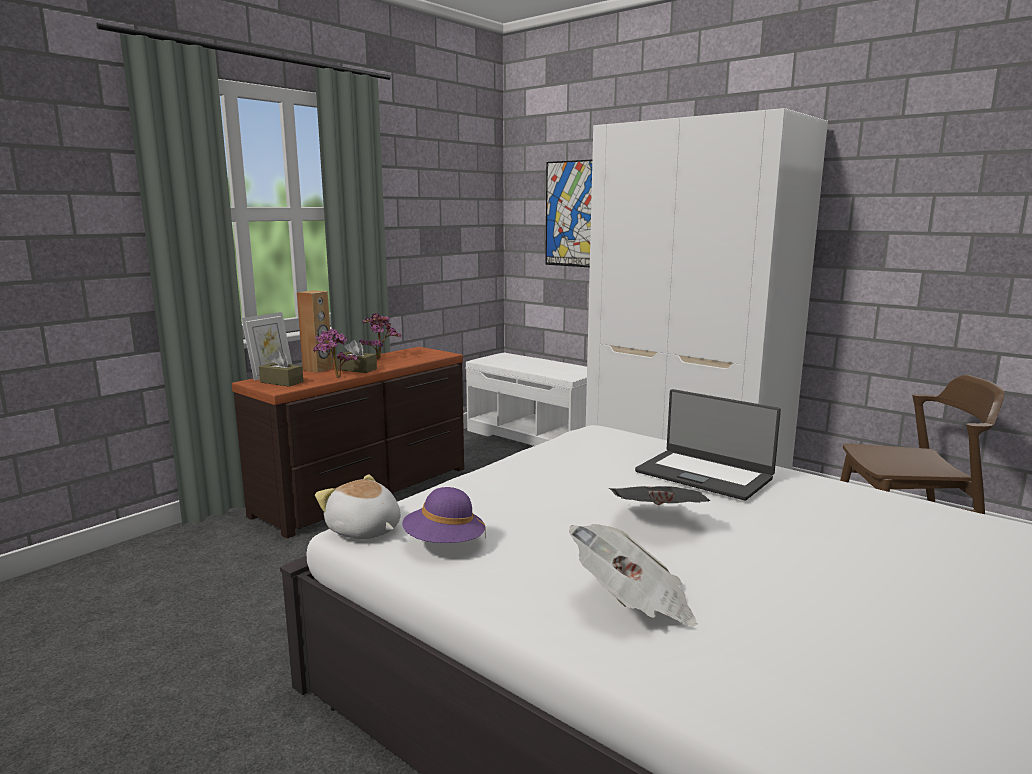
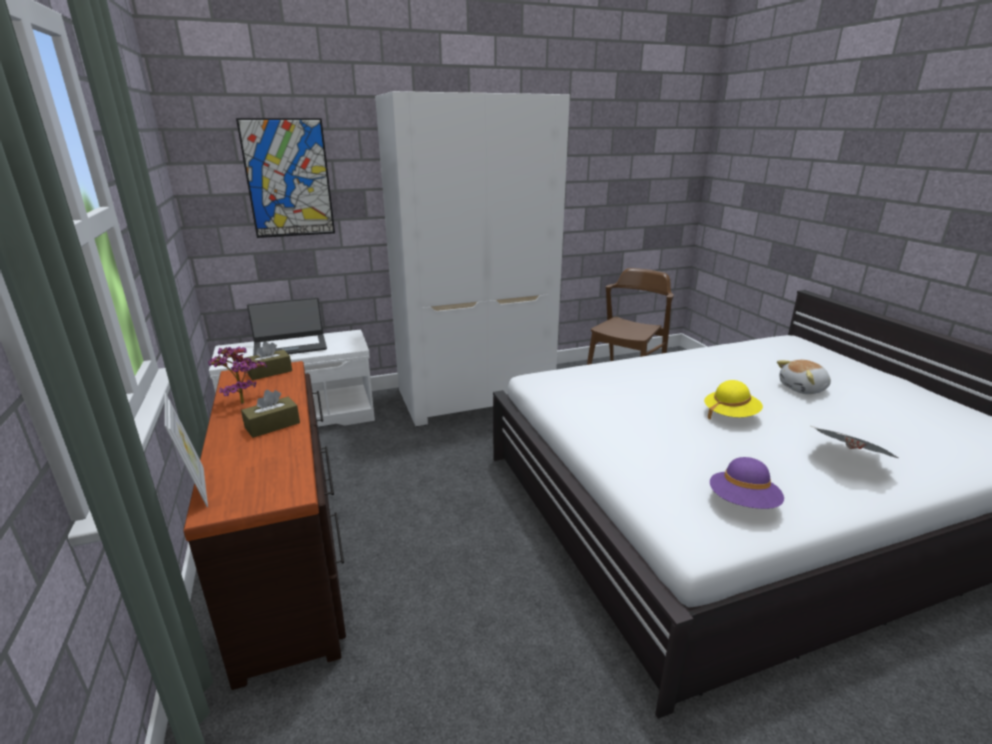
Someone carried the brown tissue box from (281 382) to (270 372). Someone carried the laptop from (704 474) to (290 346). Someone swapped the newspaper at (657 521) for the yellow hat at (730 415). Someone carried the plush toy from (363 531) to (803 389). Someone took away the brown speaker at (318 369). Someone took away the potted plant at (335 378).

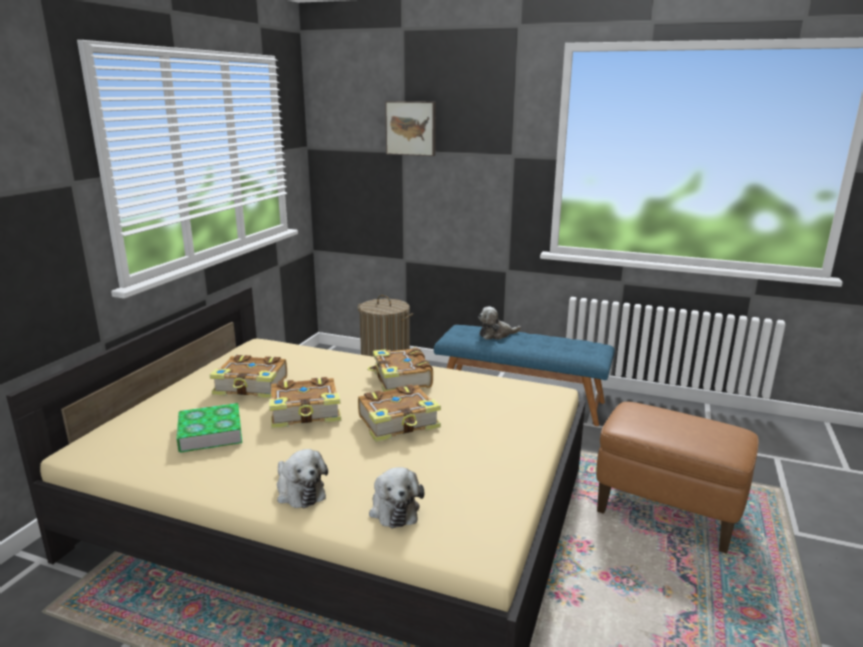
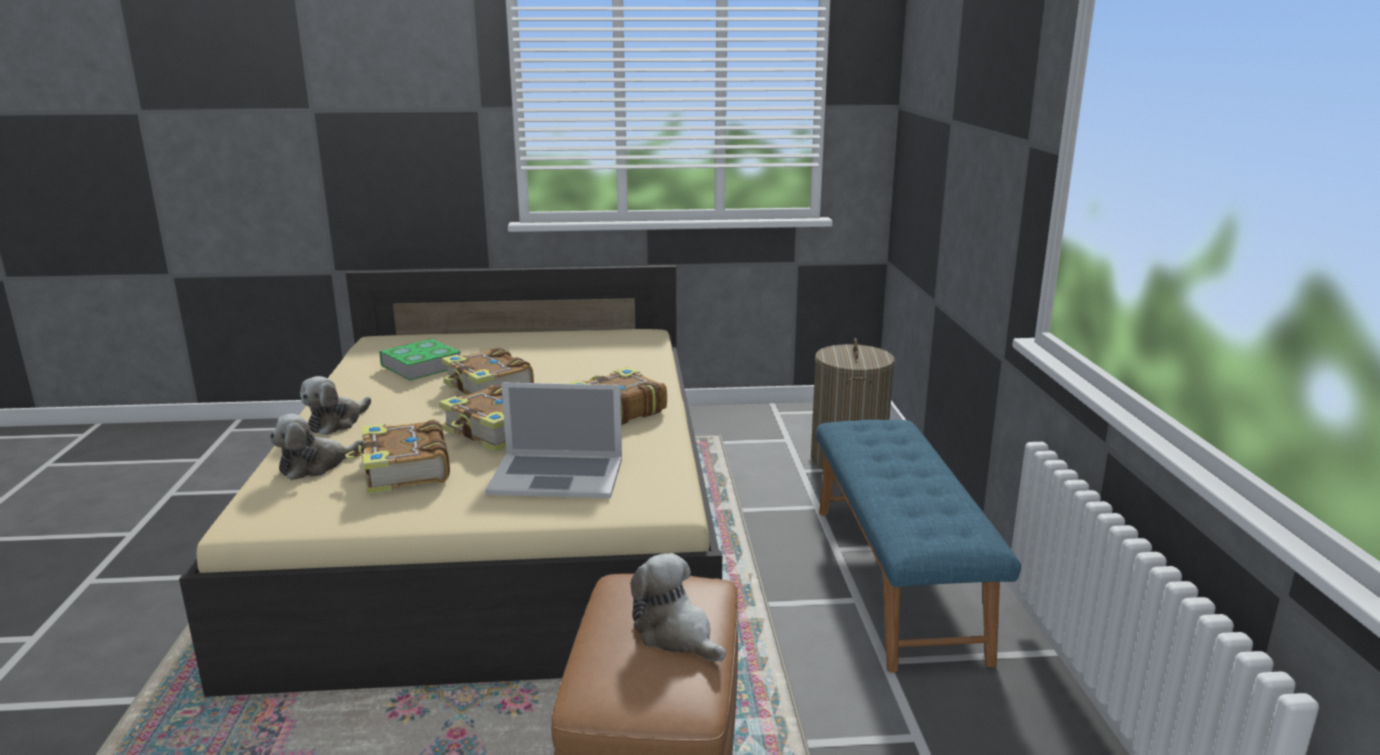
Someone carried the book from (252 387) to (404 471). Someone put down the laptop at (557 475). Someone carried the plush toy from (496 335) to (676 634). Someone took away the picture at (411 128).

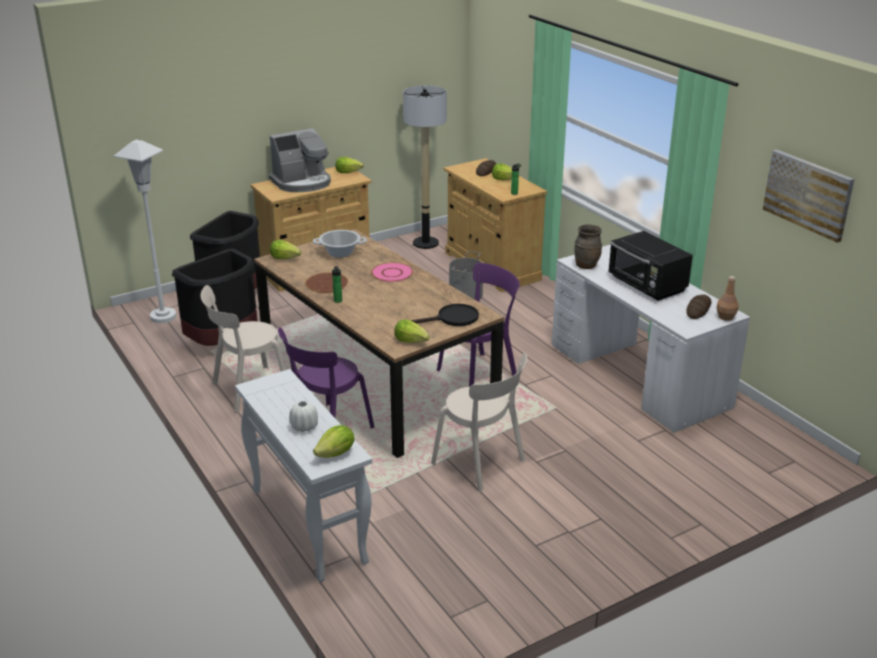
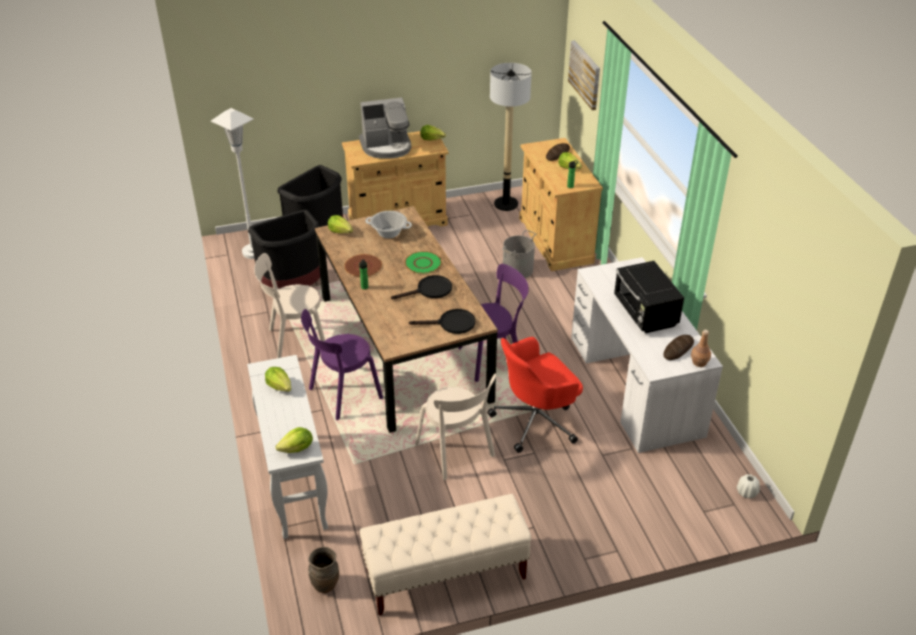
Someone carried the lettuce from (411 341) to (280 386). Someone carried the brown vase from (586 266) to (325 584). Someone put down the beige bench at (445 575). Someone put down the black frying pan at (430 290). Someone repainted the pink plate at (392 273), which became the green plate at (423 263). Someone put down the red office chair at (536 421). Someone carried the picture from (808 194) to (585 74). Someone carried the white vase from (304 427) to (746 492).

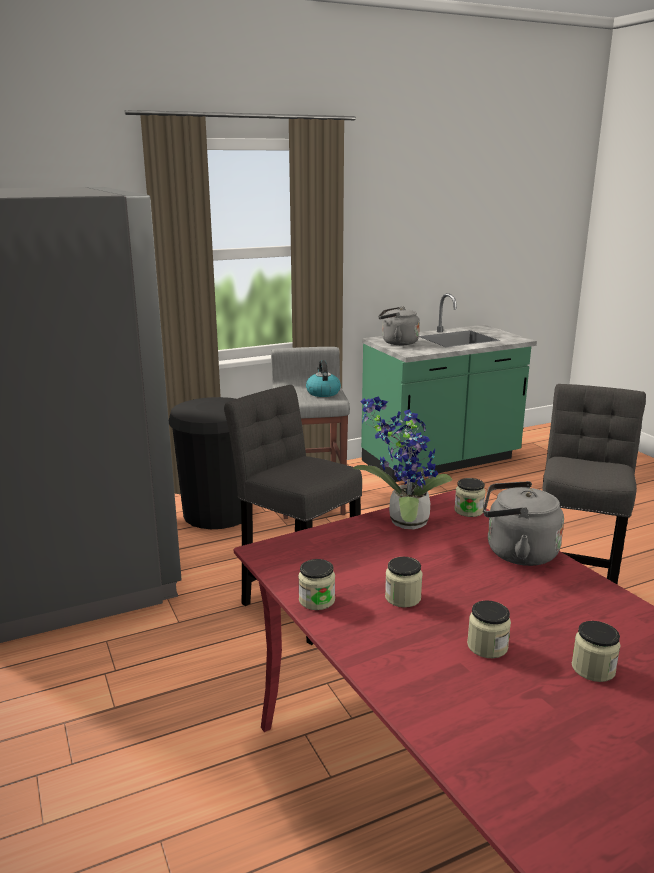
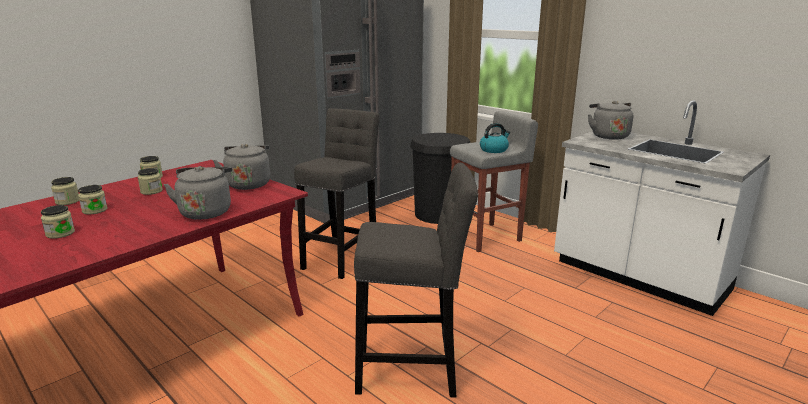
Someone carried the jar from (468 511) to (67 201). Someone swapped the potted plant at (403 522) for the grey kettle at (248 184). Someone repainted the green counter at (441 462), which became the white counter at (638 277).

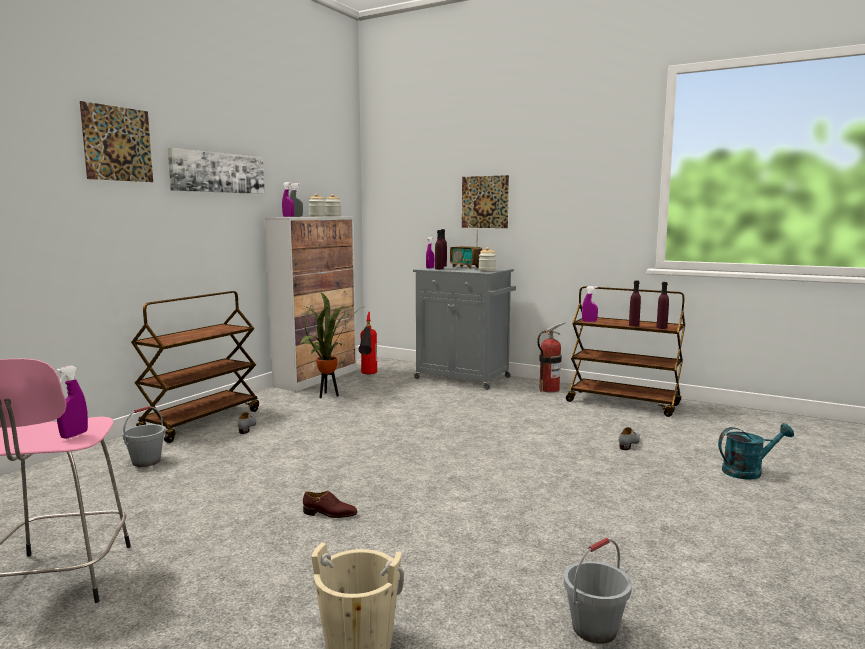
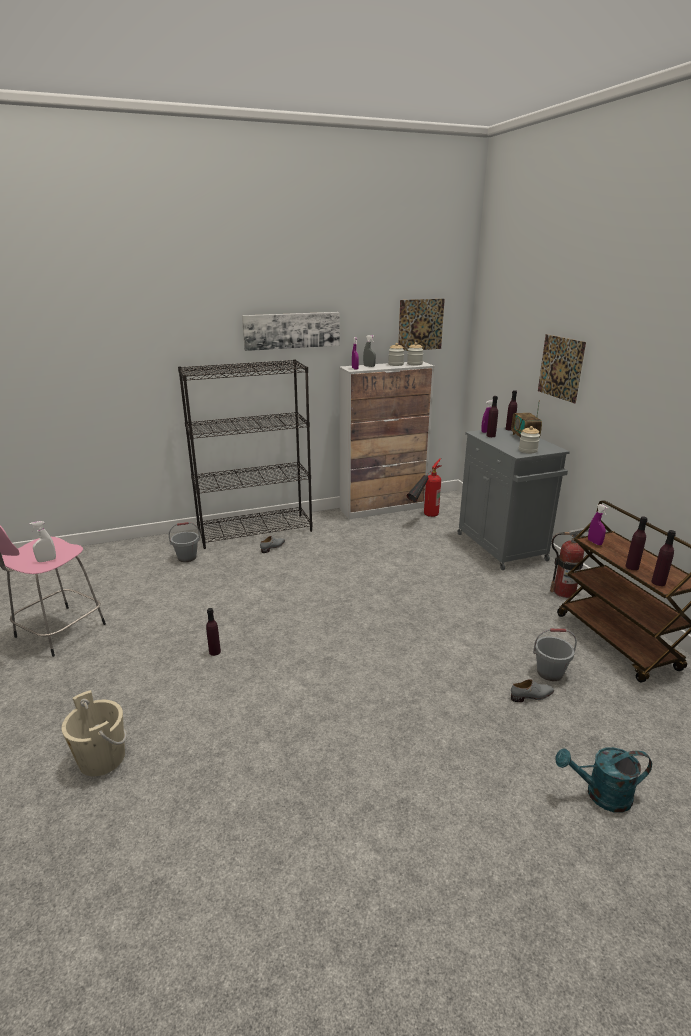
Someone repainted the purple spray bottle at (74 435), which became the white spray bottle at (46 560). Someone swapped the brown cart at (201 421) for the black bookcase at (255 530). Someone swapped the brown shoe at (330 514) for the purple bottle at (214 652). Someone carried the picture from (118 144) to (421 325). Someone carried the grey bucket from (595 629) to (549 673). Someone rotated the turquoise watering can at (748 471) by 150 degrees clockwise. Someone took away the potted plant at (328 395).

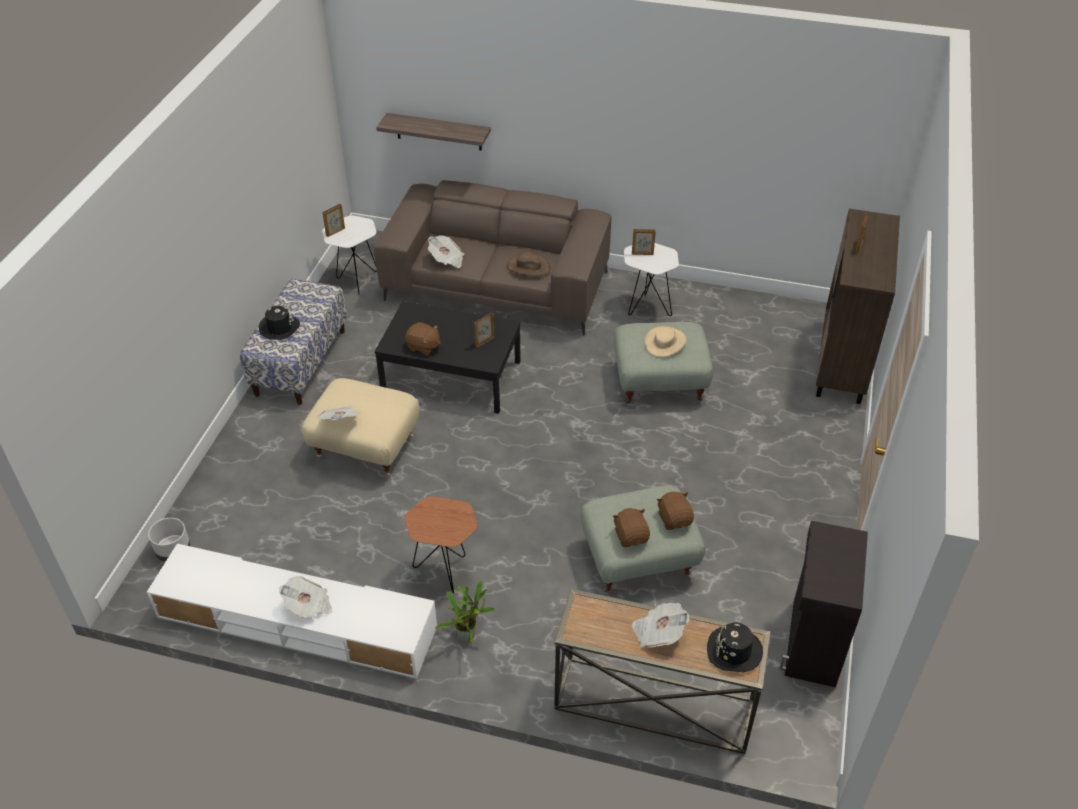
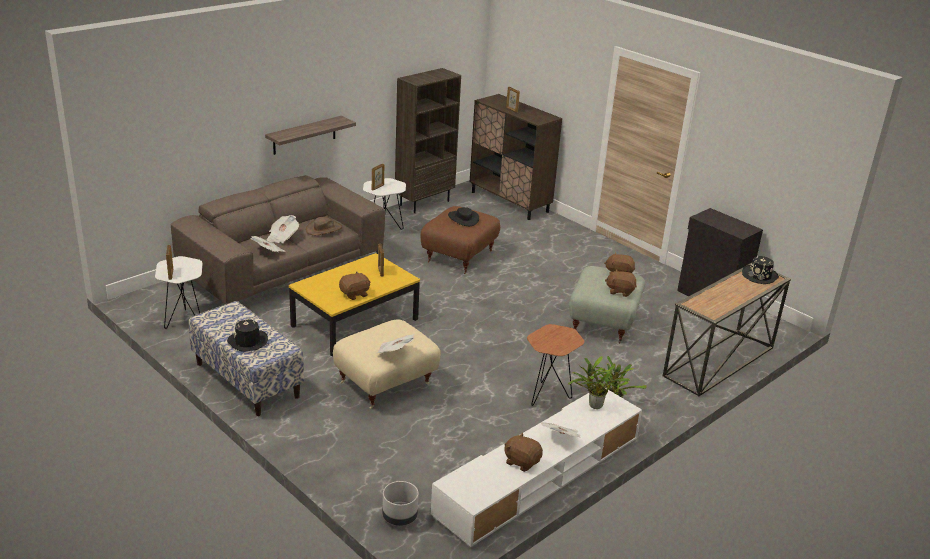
Someone carried the shelf from (438 132) to (304 135). Someone carried the newspaper from (658 633) to (282 237). Someone repainted the black coffee table at (451 376), which became the yellow coffee table at (355 322). Someone put down the brown bookcase at (424 203). Someone repainted the grey ottoman at (660 382), which became the brown ottoman at (459 256). Someone repainted the beige hat at (665 342), which became the black hat at (463 218). Someone put down the brown plush toy at (522 462). Someone put down the potted plant at (593 405).

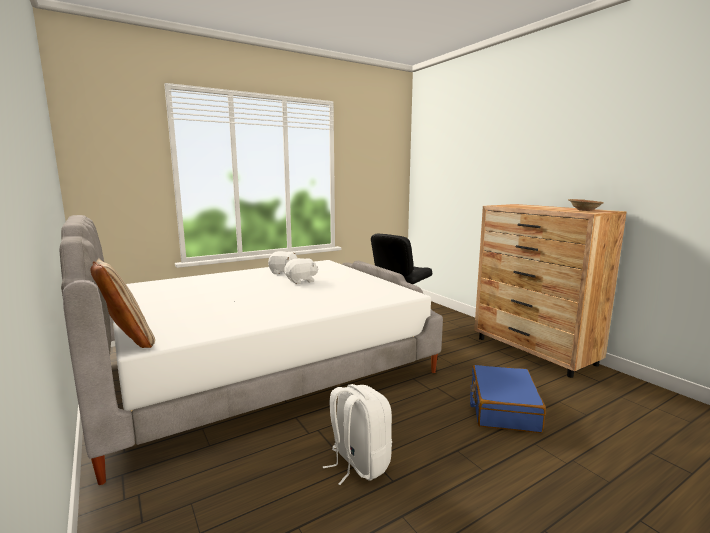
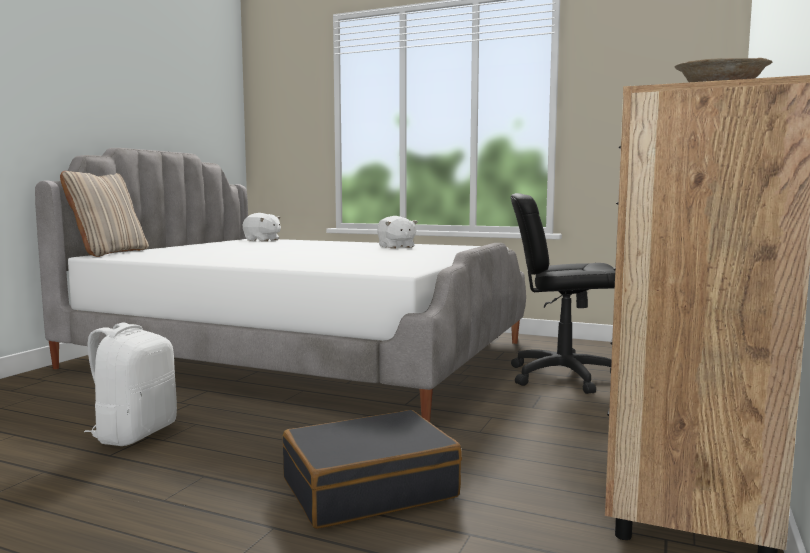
Someone carried the white plush toy from (301 281) to (262 240). Someone repainted the blue suitcase at (503 408), which became the black suitcase at (369 488).

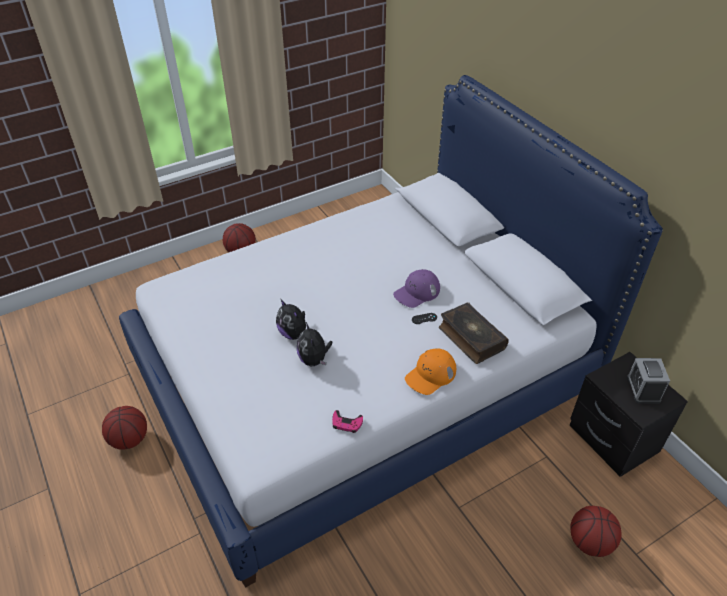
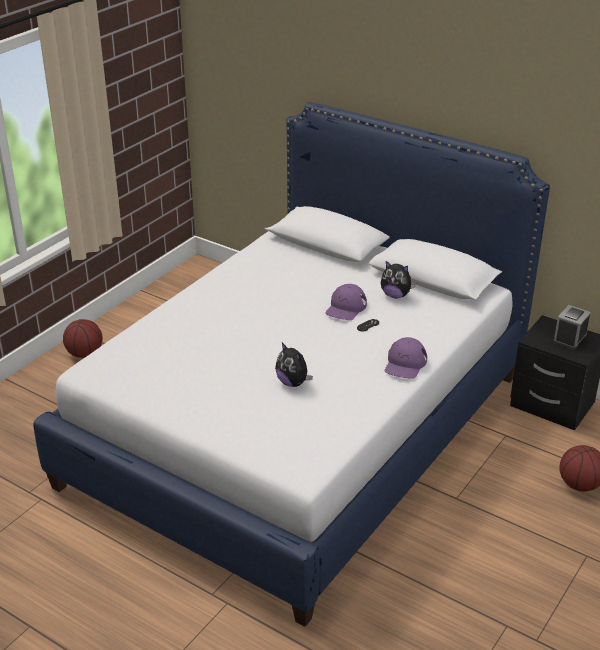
Someone carried the plush toy from (294 333) to (395 295). Someone repainted the orange cap at (430 375), which became the purple cap at (405 364). Someone rotated the alarm clock at (643 389) by 60 degrees clockwise. Someone took away the basketball at (130 439). Someone took away the pink game controller at (346 423). Someone took away the book at (471 338).

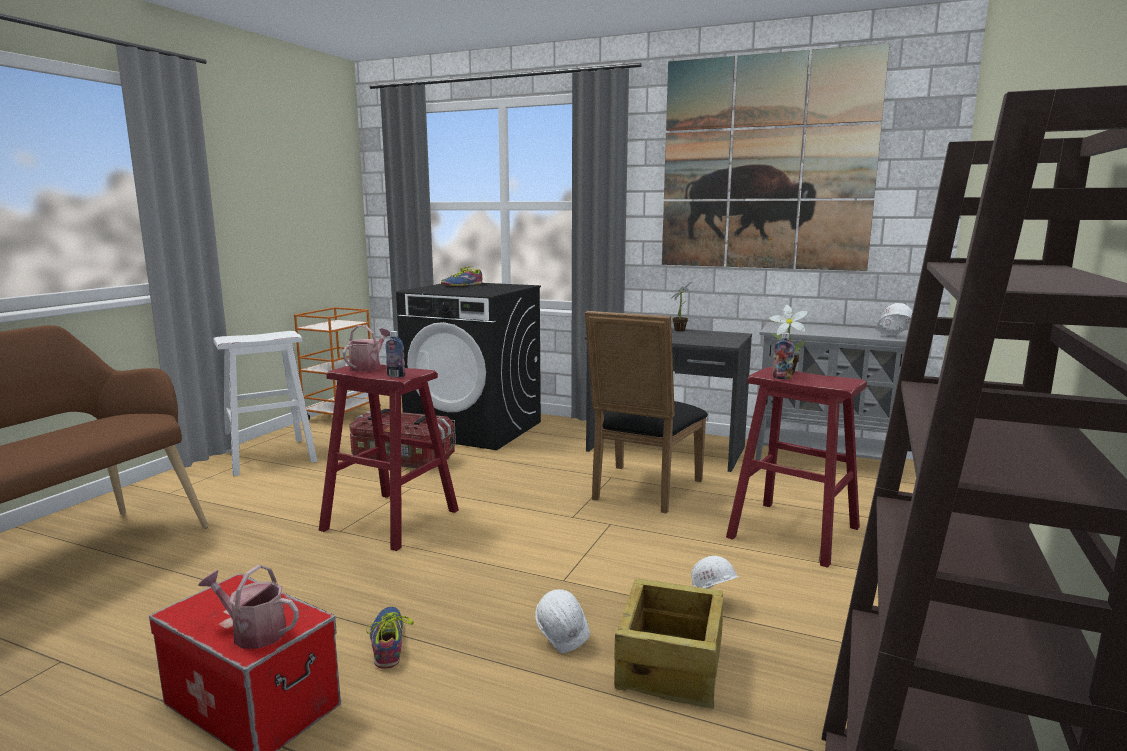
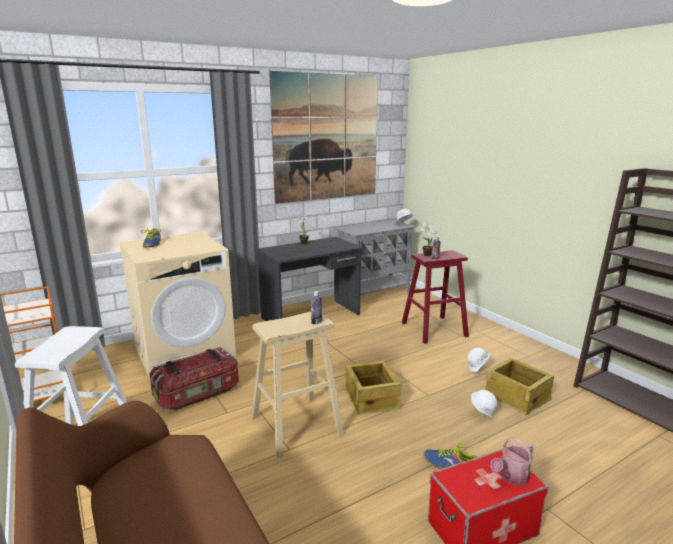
Someone repainted the black washing machine at (475 429), which became the beige washing machine at (185 352). Someone repainted the red stool at (391 520), which became the beige stool at (296 425). Someone put down the crate at (372 398). Someone took away the watering can at (368 367). Someone took away the black chair at (642 491).

